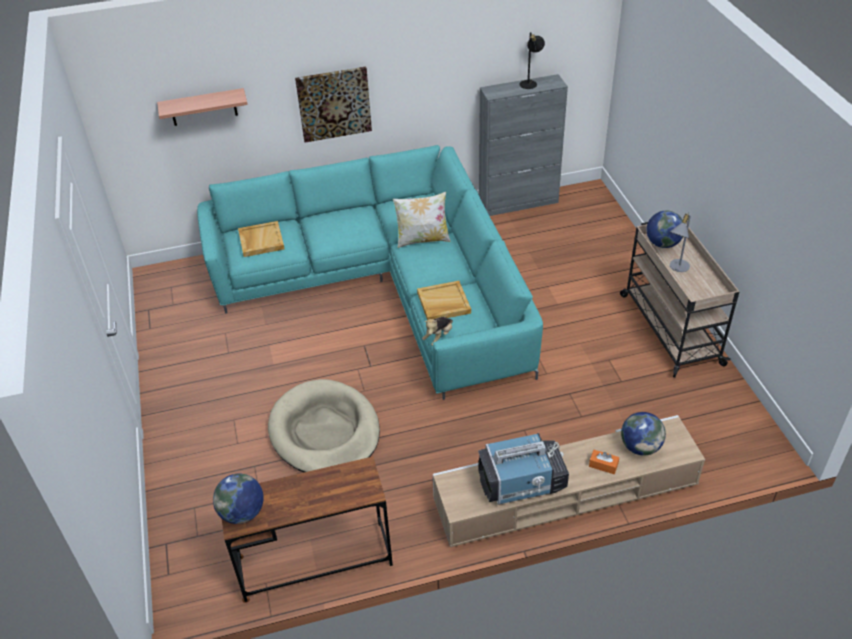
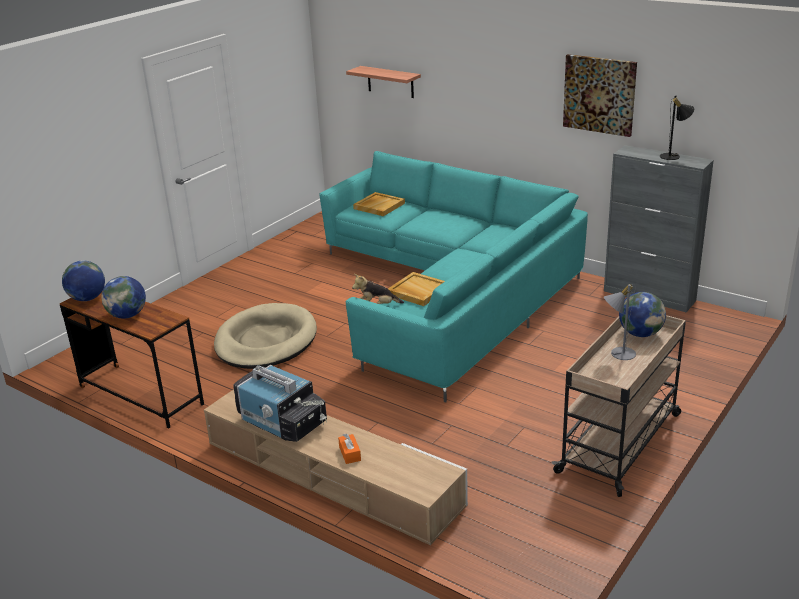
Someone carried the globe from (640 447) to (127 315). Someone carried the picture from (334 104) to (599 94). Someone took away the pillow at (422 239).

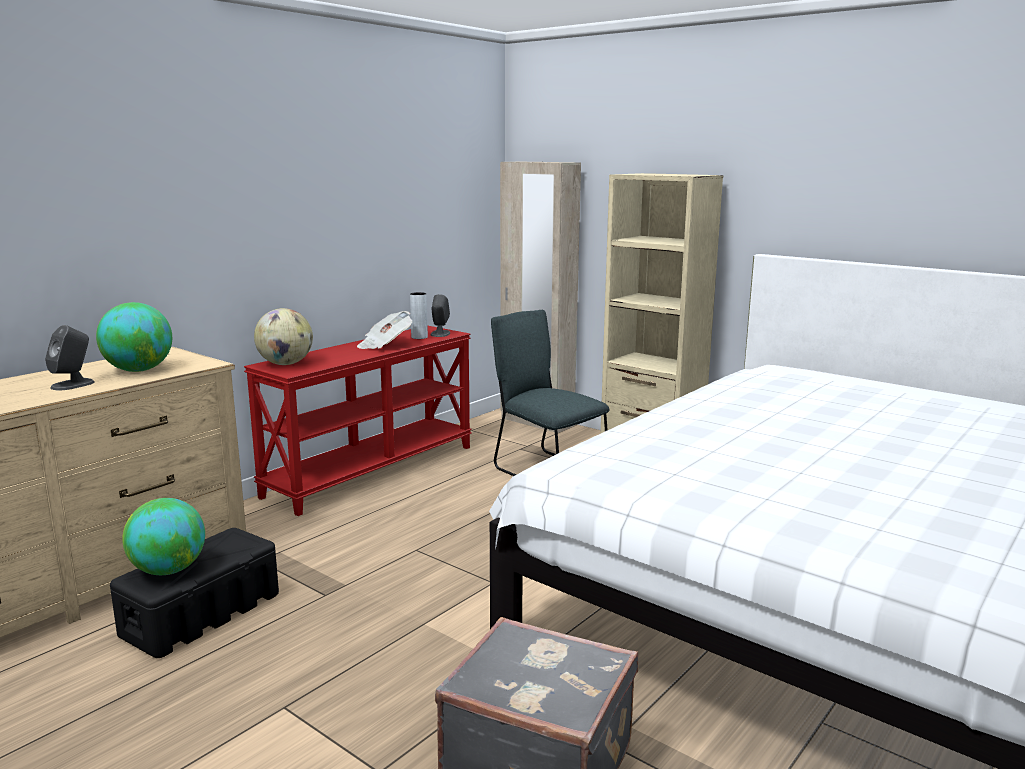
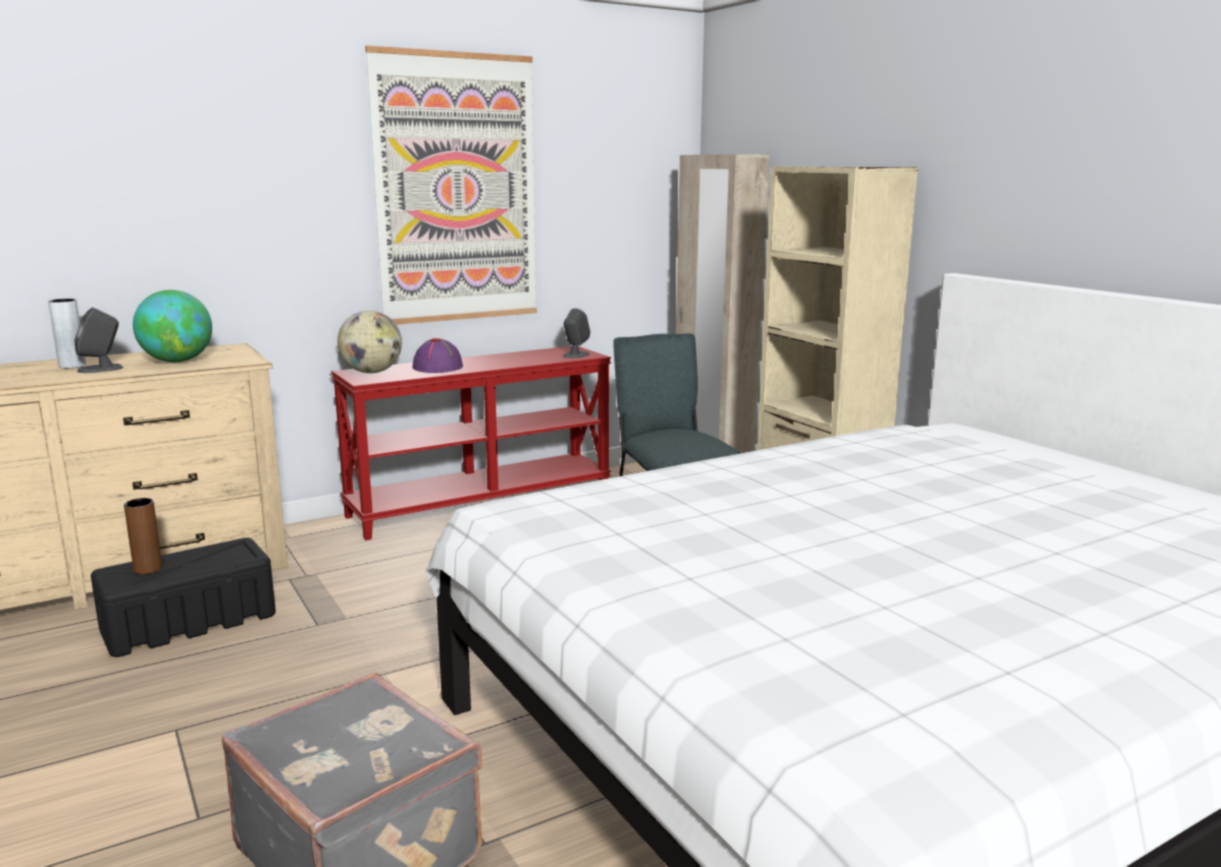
Someone carried the grey vase from (419 337) to (72 366). Someone swapped the globe at (168 570) for the brown vase at (148 569). Someone put up the picture at (457 190). Someone put down the purple hat at (438 367). Someone took away the newspaper at (385 345).

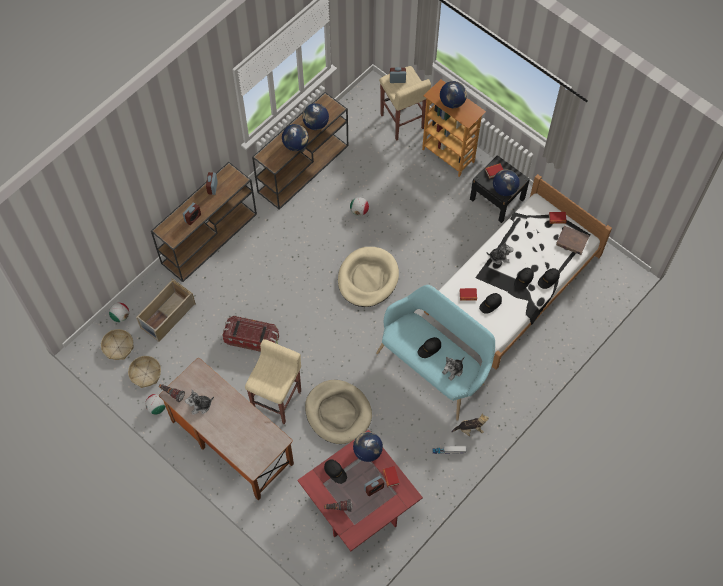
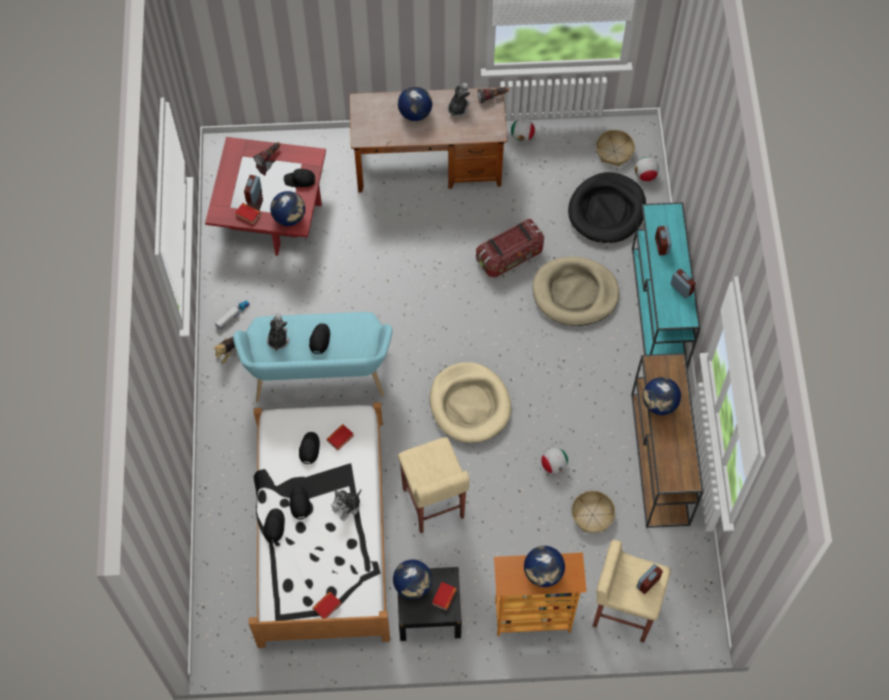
Someone carried the globe from (315 124) to (415 113). Someone carried the beige stool from (278 400) to (433 504). Someone carried the beige dog bed from (338 413) to (575 293). Someone swapped the beige storage box at (167 316) for the black dog bed at (607 210). Someone carried the basket from (145 374) to (592 514). Someone repainted the brown console table at (210 238), which became the turquoise console table at (659 309). Someone took away the brown book at (572 241).

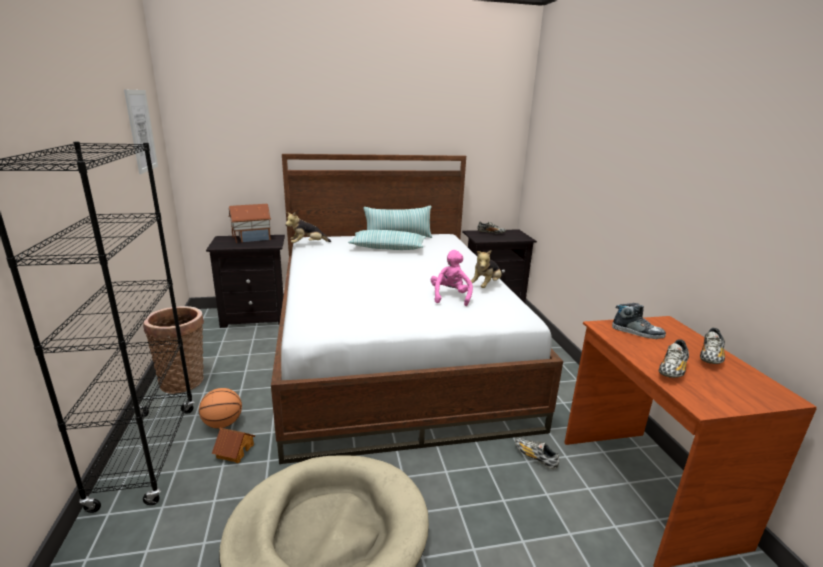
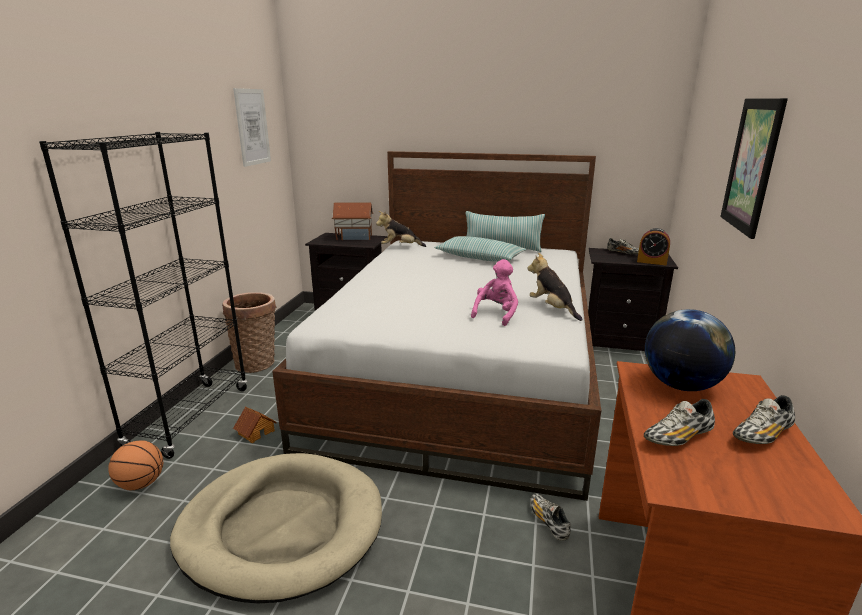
Someone carried the basketball from (223 424) to (141 484). Someone rotated the plush toy at (486 286) by 90 degrees clockwise. Someone put down the alarm clock at (651 262). Someone swapped the shoe at (637 332) for the globe at (681 385). Someone put up the picture at (751 165).

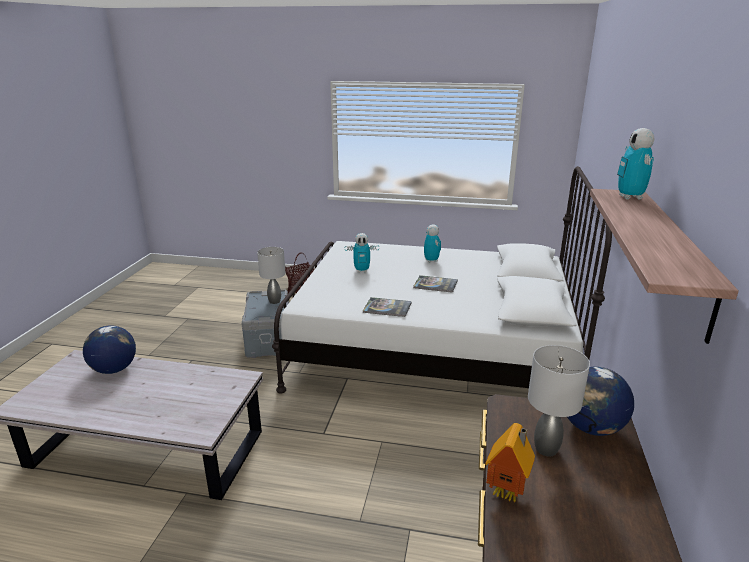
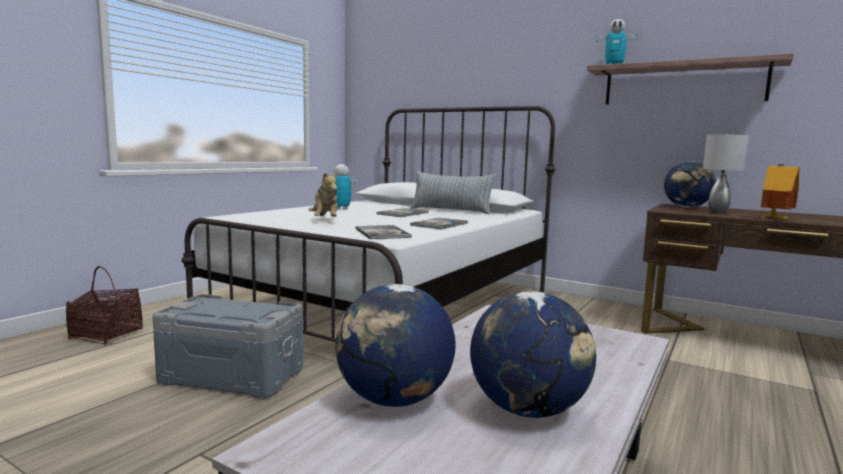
Someone swapped the toy robot at (362 270) for the plush toy at (325 220). Someone put down the book at (382 233). Someone put down the pillow at (451 211). Someone put down the globe at (528 410). Someone took away the grey table lamp at (274 301).

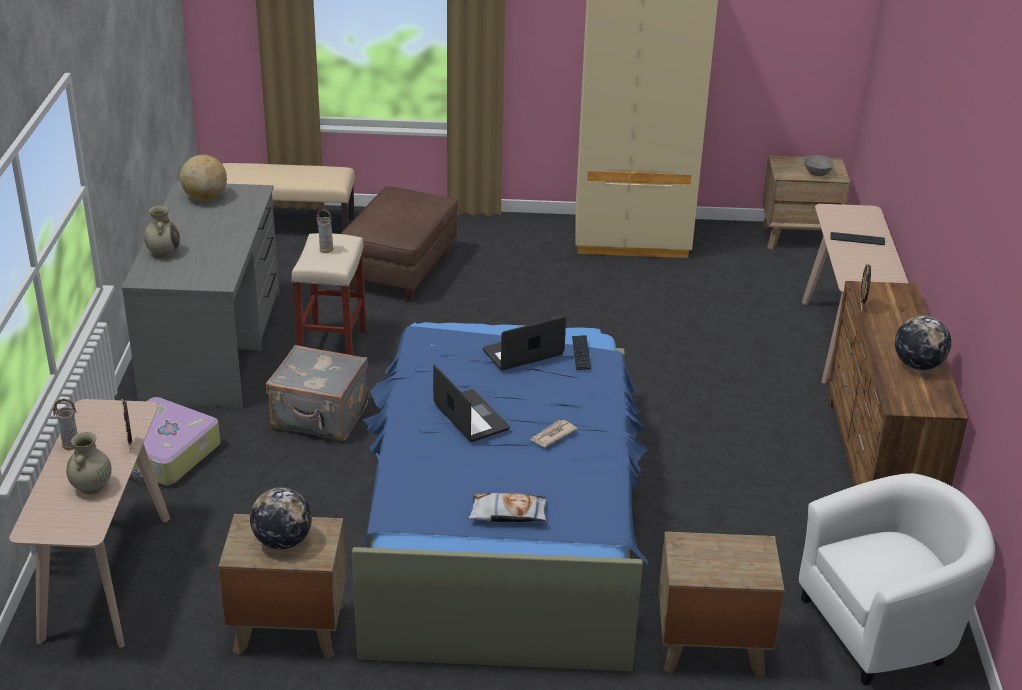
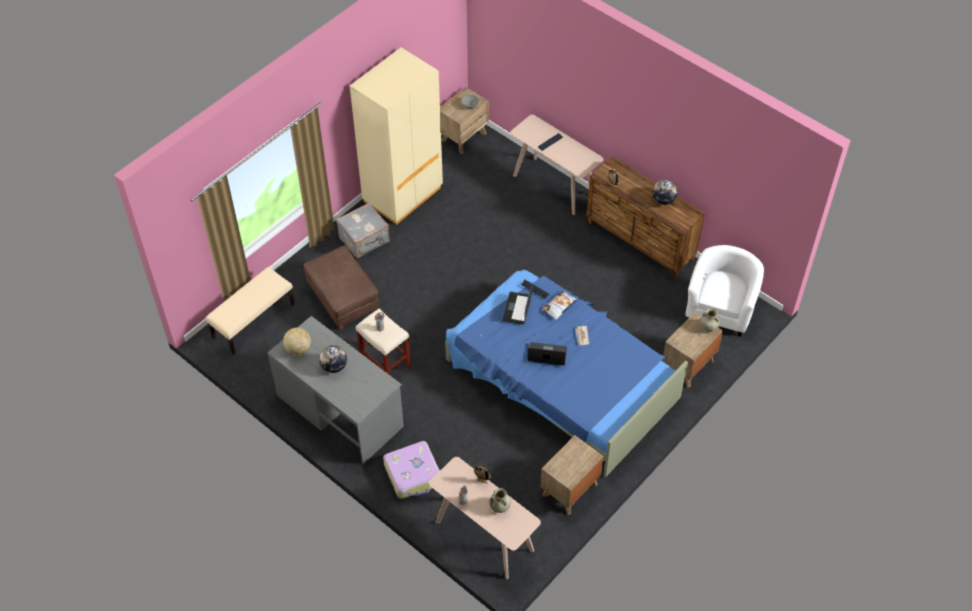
Someone carried the globe from (282 541) to (334 367). Someone carried the grey suitcase from (320 417) to (365 240). Someone carried the pillow from (508 513) to (559 307). Someone carried the beige vase from (163 252) to (708 328).

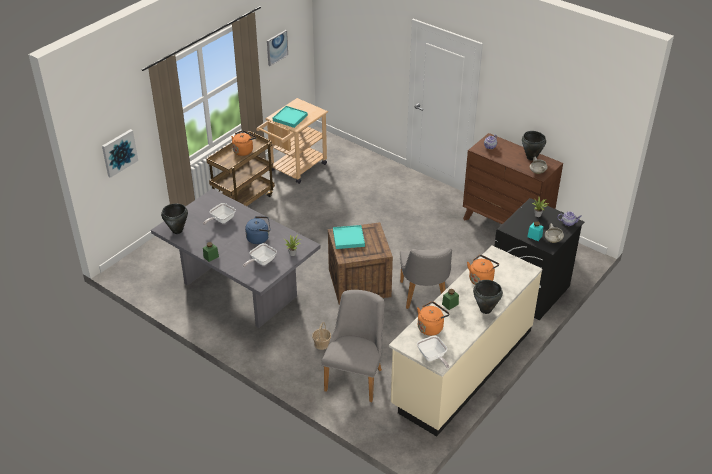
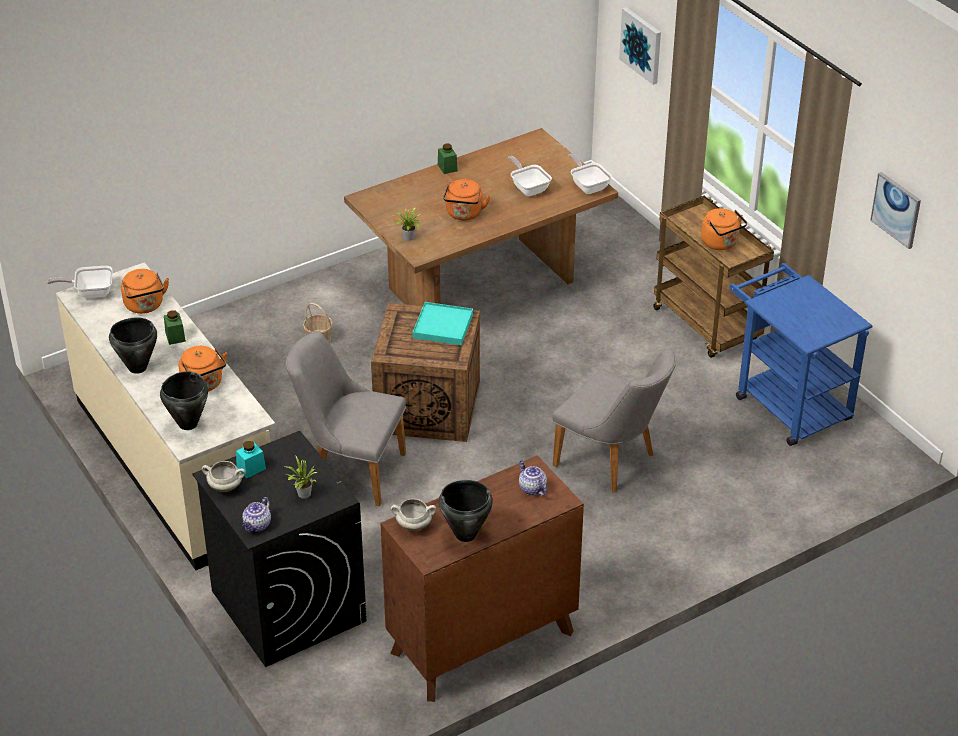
Someone carried the black cooking pot from (177 231) to (187 424). Someone repainted the grey dining table at (239 290), which became the brown dining table at (481 284). Someone repainted the blue kettle at (259 238), which became the orange kettle at (464 214). Someone carried the grey chair from (356 376) to (612 462). Someone carried the frying pan from (261 262) to (588 186). Someone repainted the beige cart at (295 169), which became the blue cart at (786 402). Someone took away the turquoise tray at (290 118).

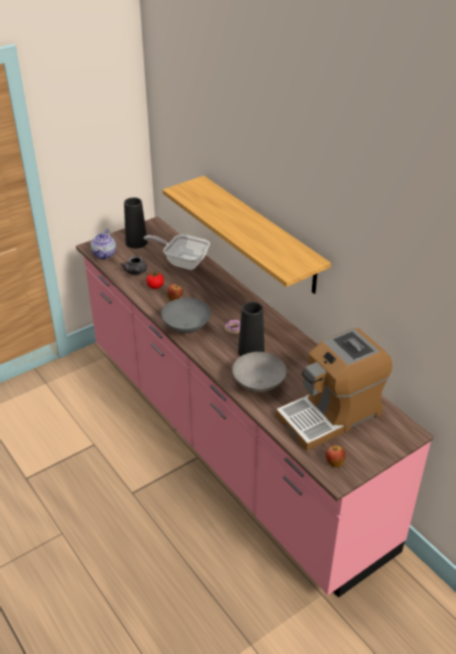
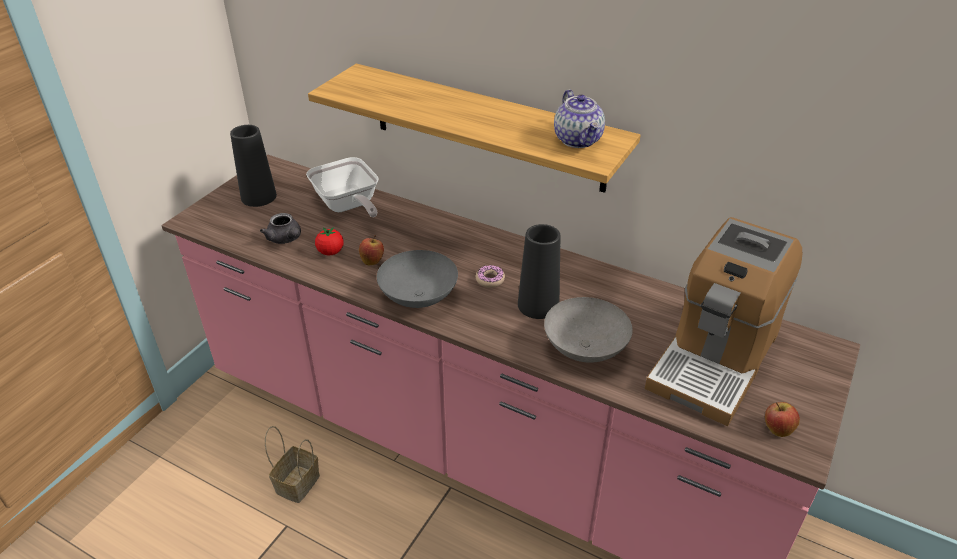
Someone put down the basket at (298 482). Someone rotated the frying pan at (182 261) by 120 degrees counterclockwise. Someone carried the teapot from (104 254) to (578 140).

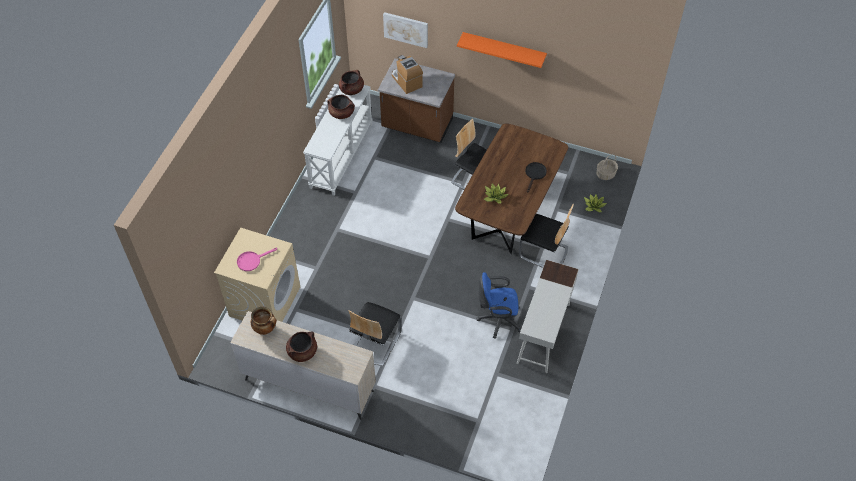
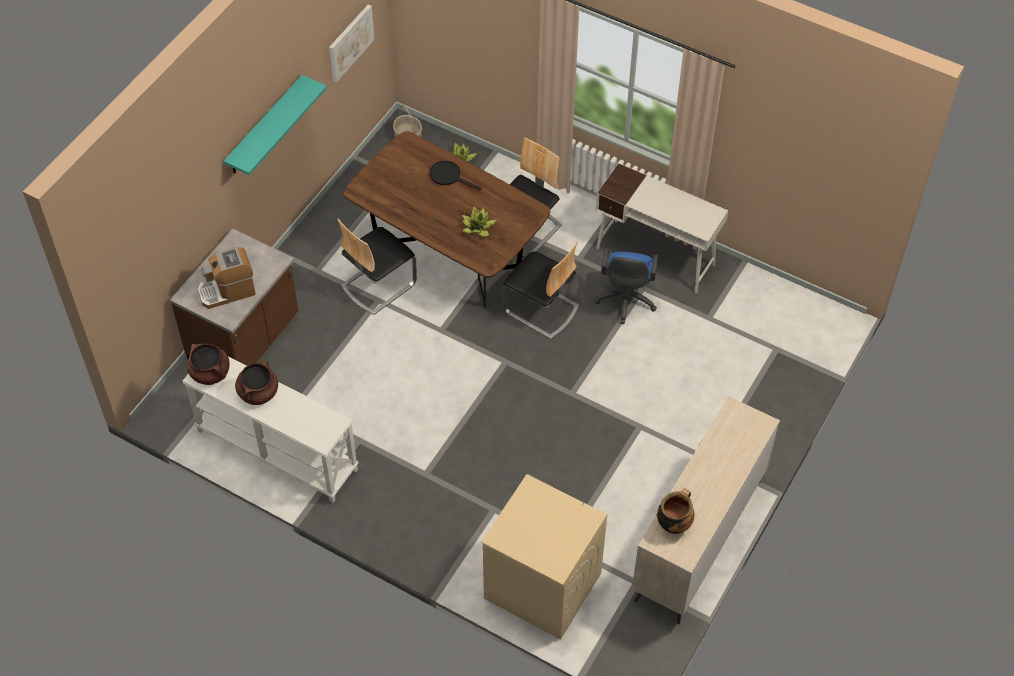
Someone repainted the orange shelf at (504 49), which became the turquoise shelf at (265 126). Someone carried the picture from (406 29) to (350 42). Someone carried the chair from (375 342) to (541 309). Someone took away the pink frying pan at (252 260). Someone took away the brown cooking pot at (302 352).

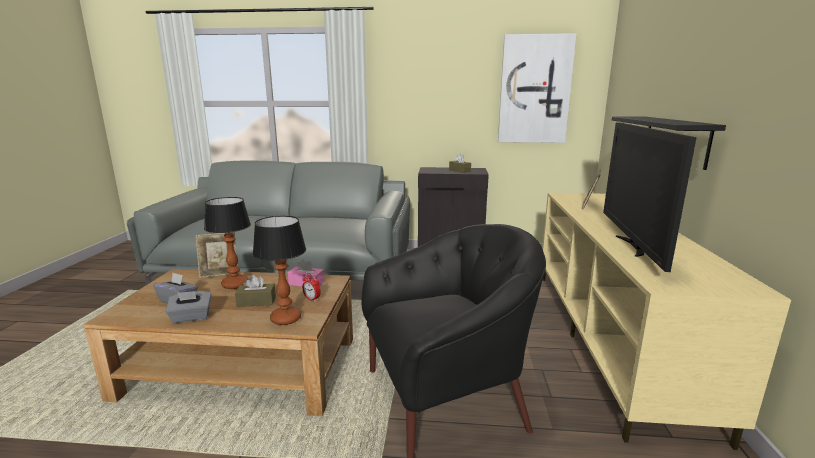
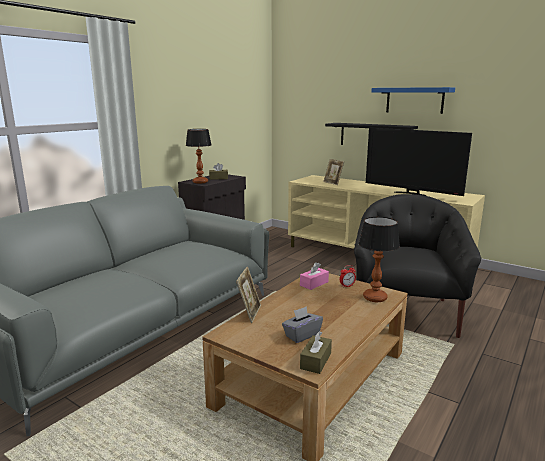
Someone carried the table lamp from (235 284) to (200 182). Someone carried the brown tissue box from (256 301) to (315 361). Someone put up the blue shelf at (414 100). Someone took away the grey tissue box at (191 317). Someone took away the picture at (534 90).

